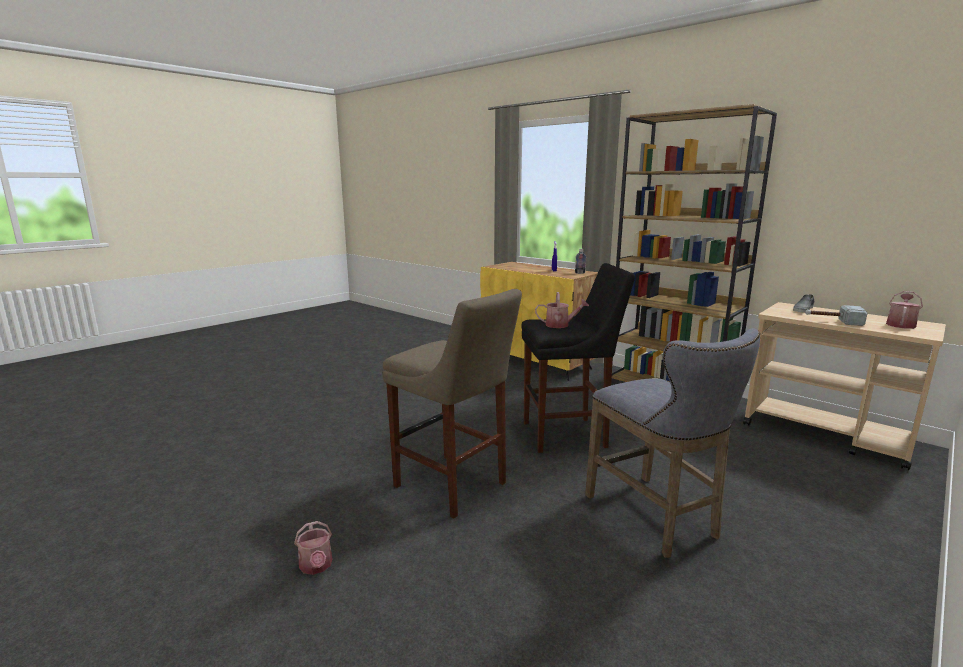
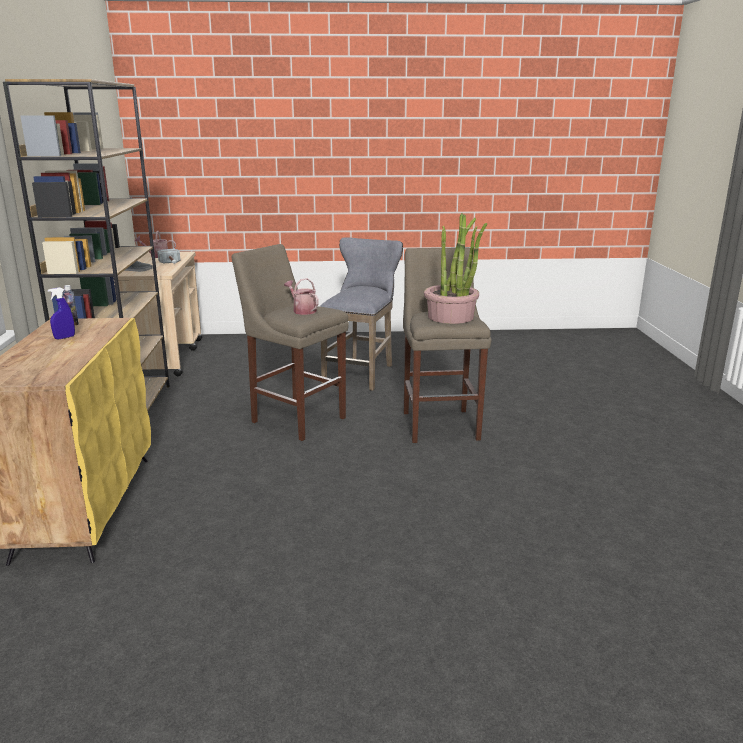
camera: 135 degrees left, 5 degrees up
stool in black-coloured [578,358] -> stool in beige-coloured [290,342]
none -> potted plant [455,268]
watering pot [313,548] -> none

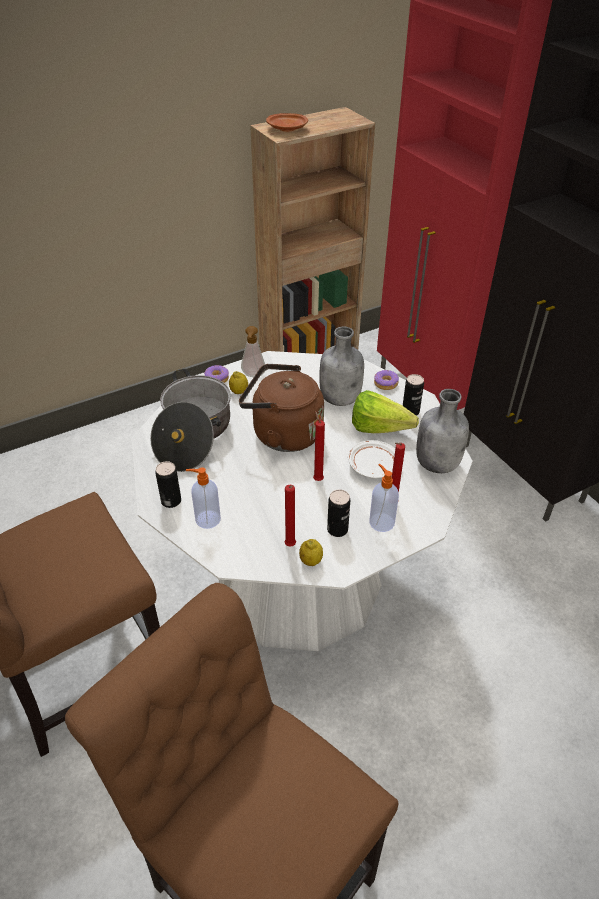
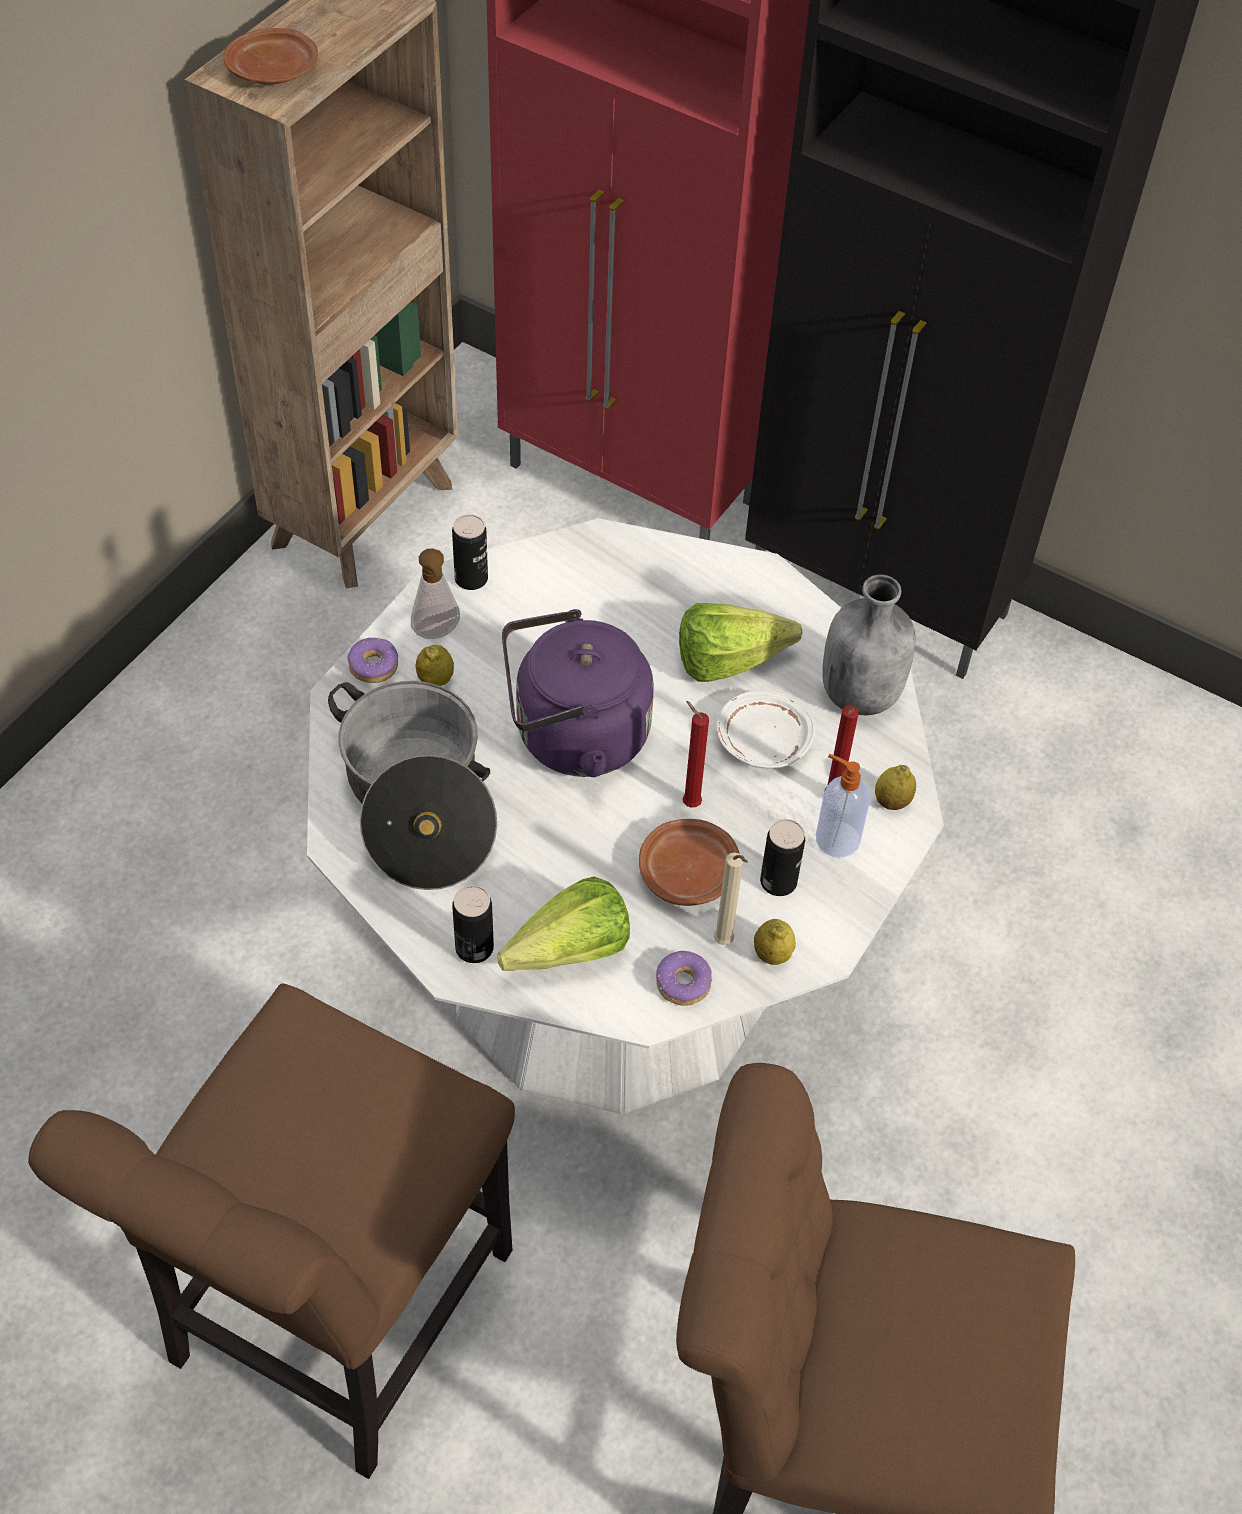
camera: 30 degrees left, 10 degrees up
can [413,395] -> can [470,552], moved
liquid soap bottle [203,498] -> head of lettuce [564,924]
water kettle in brownish [281,408] -> water kettle in purple [578,693]
none -> flat dish in brownish [689,862]
ring doughnut [386,380] -> ring doughnut [684,978], moved
candle in red [290,516] -> candle in beige-coloured [731,898]
none -> whole lemon [895,787]
drink bottle in greyish [341,366] -> none

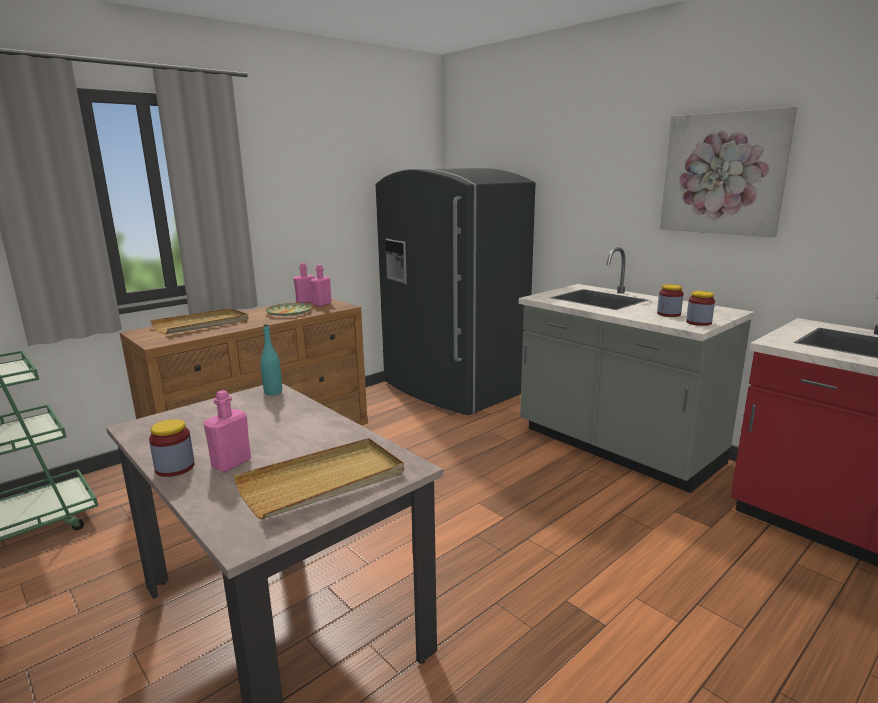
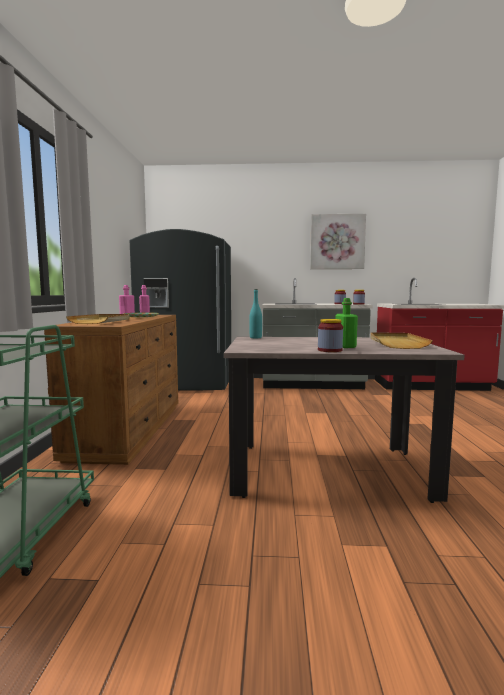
camera: 45 degrees left, 10 degrees down
drink bottle in pink-coloured [227,431] -> drink bottle in green [346,323]

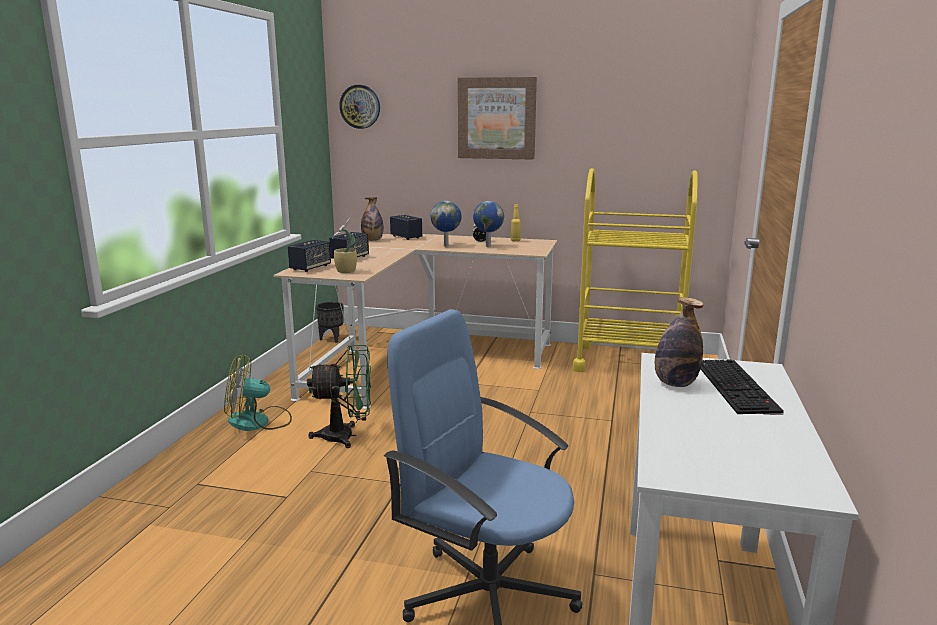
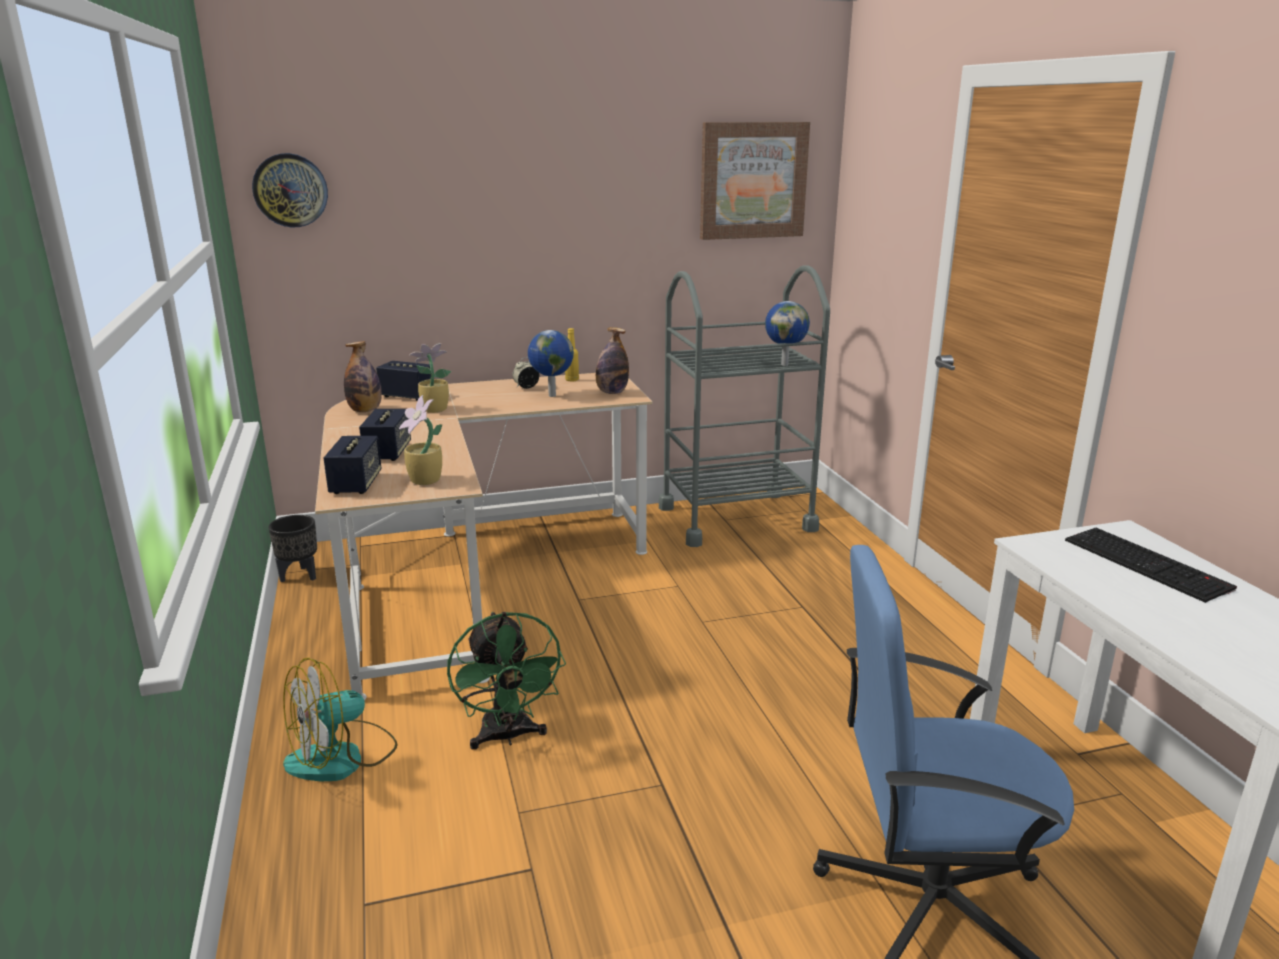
camera: 30 degrees left, 5 degrees up
none -> potted plant [430,378]
electric fan in green [339,396] -> electric fan in green [506,681], 105 degrees clockwise
drink bottle [679,342] -> drink bottle [612,360], moved
wheeled cart in yellow [635,270] -> wheeled cart in greyish [744,406]
wall picture [497,118] -> wall picture [755,181], moved
world globe [446,224] -> world globe [787,333], moved

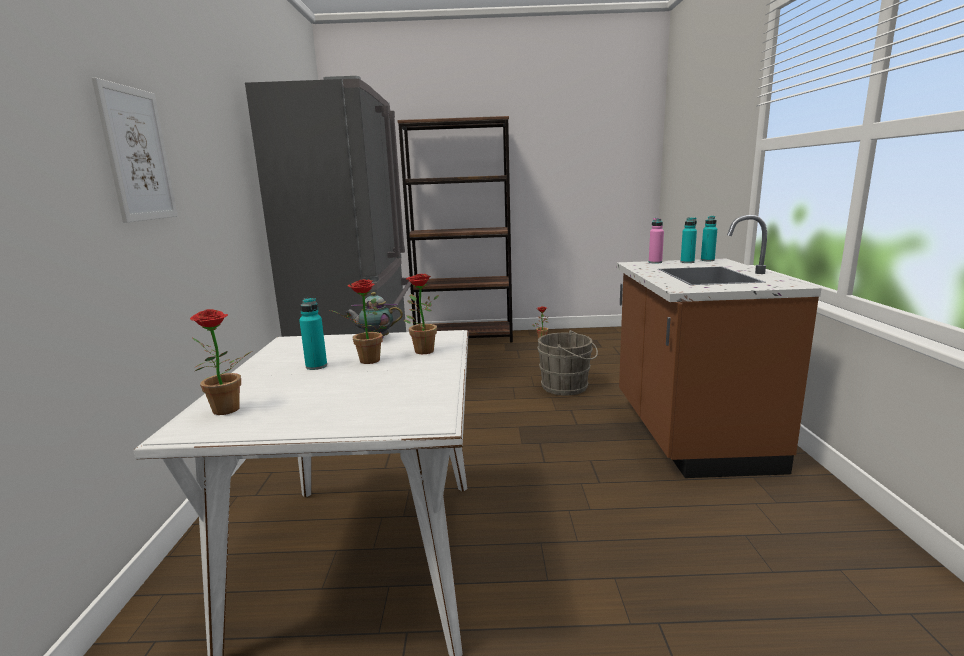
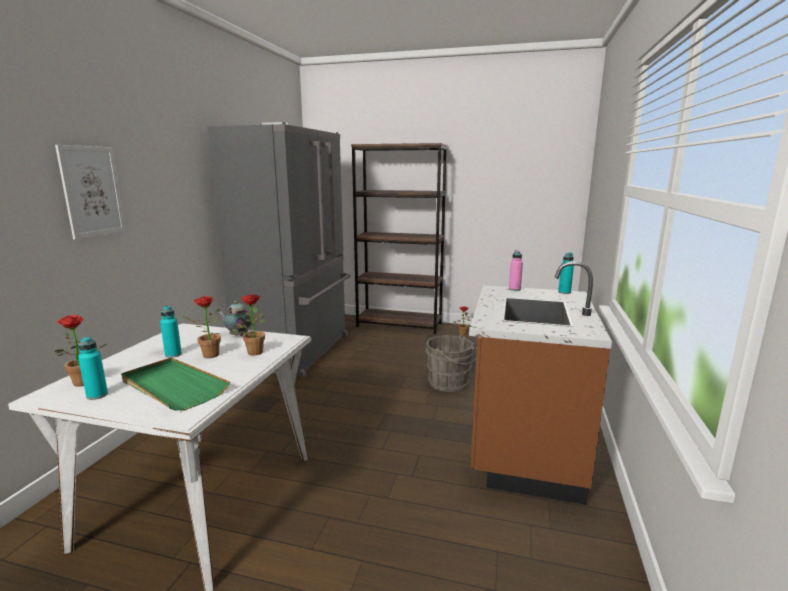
camera: 15 degrees right, 0 degrees up
drink bottle in blue-green [689,240] -> drink bottle in blue-green [93,368], moved
none -> carrying tray in green [175,384]

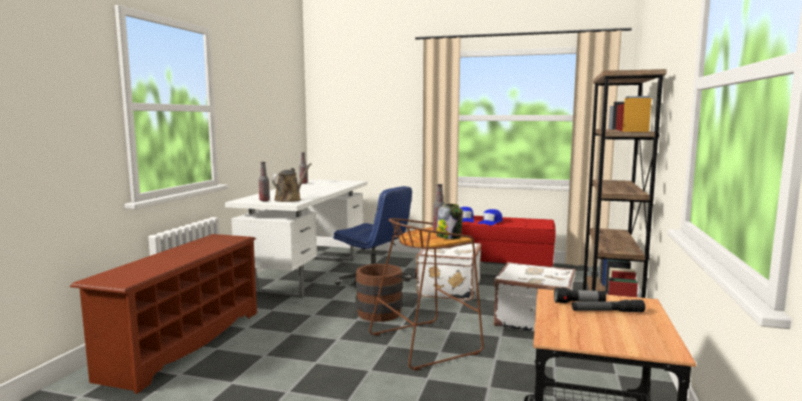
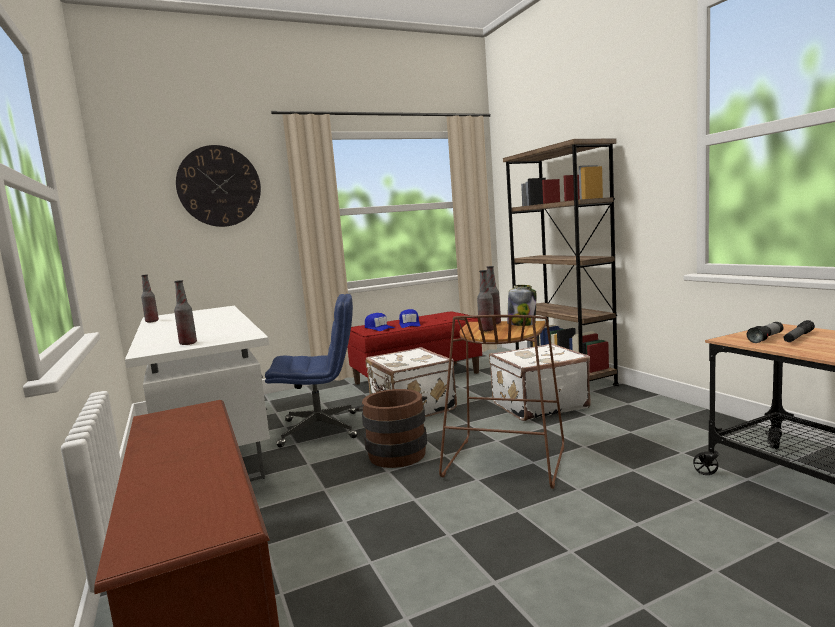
camera: 40 degrees left, 0 degrees up
none -> wall clock [218,186]
none -> drink bottle [485,301]
watering pot in brownish [292,182] -> none

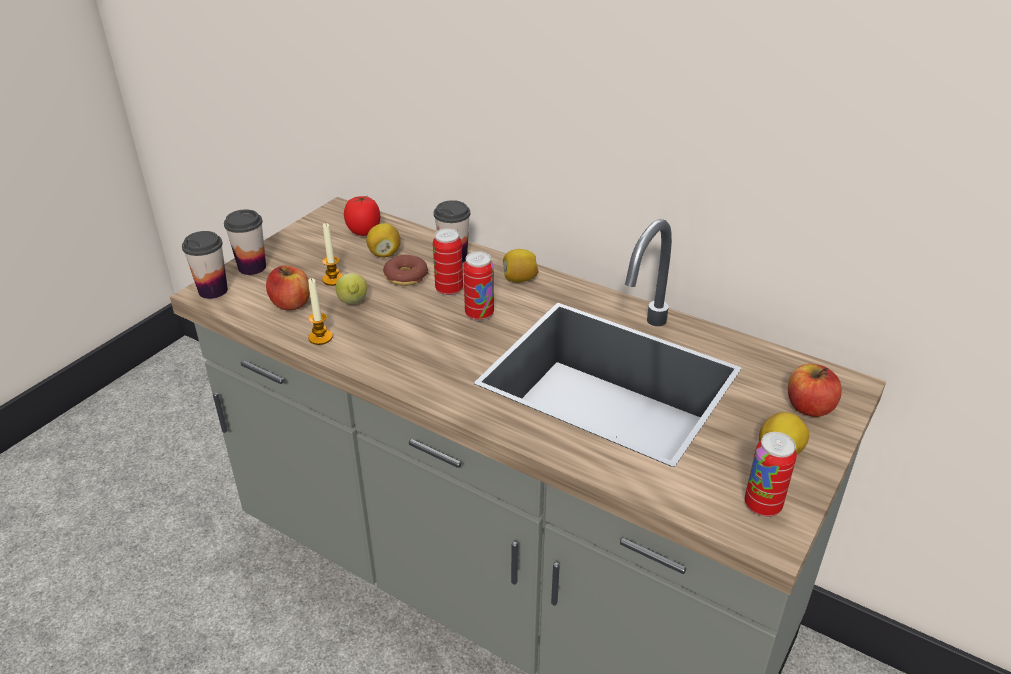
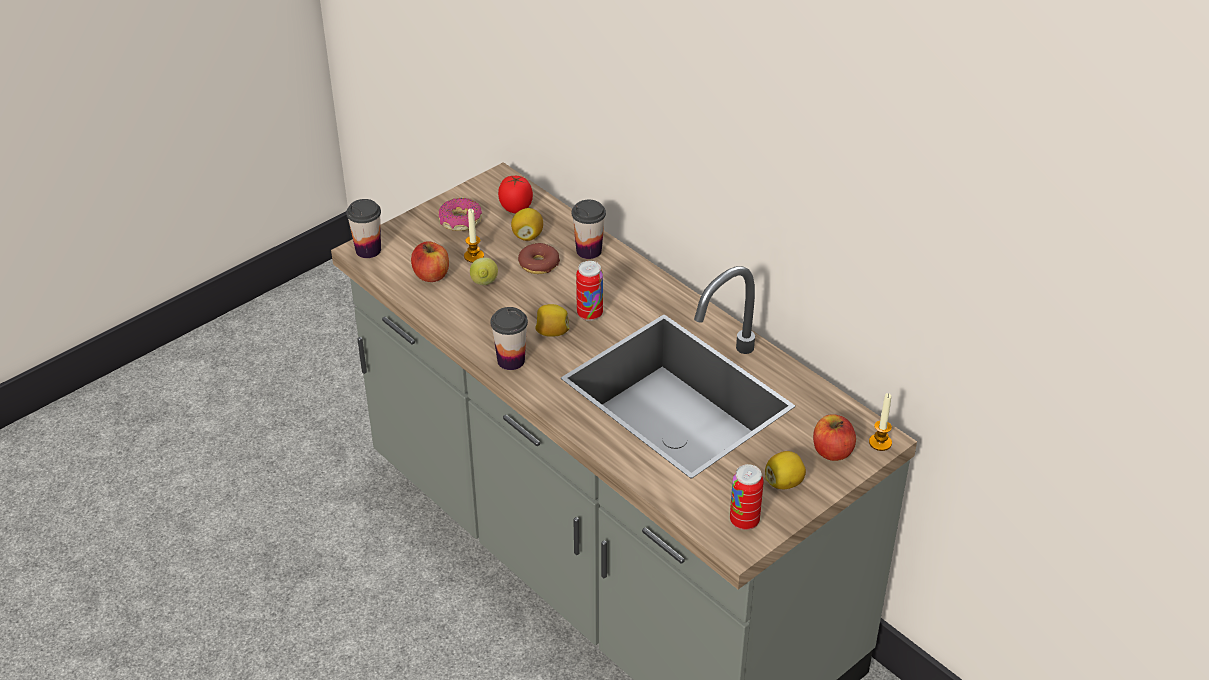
camera: 15 degrees right, 5 degrees up
none -> ring doughnut [460,214]
small cup [245,242] -> small cup [509,338], moved
whole lemon [521,266] -> whole lemon [552,320], moved
candle [320,311] -> candle [880,422], moved
can [448,262] -> none

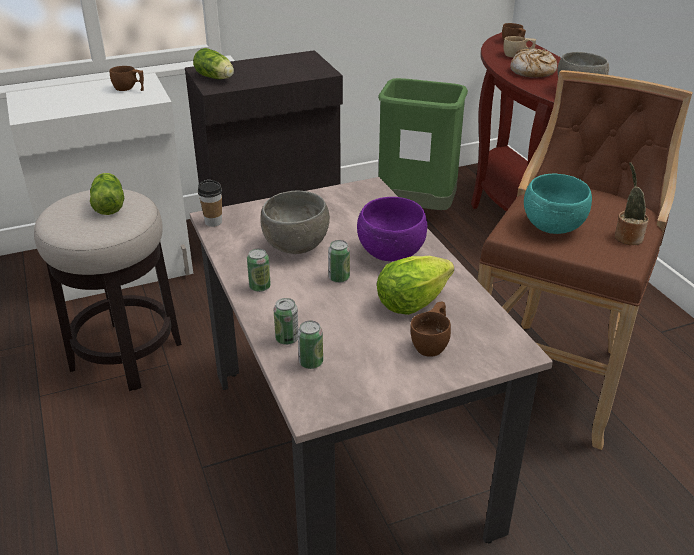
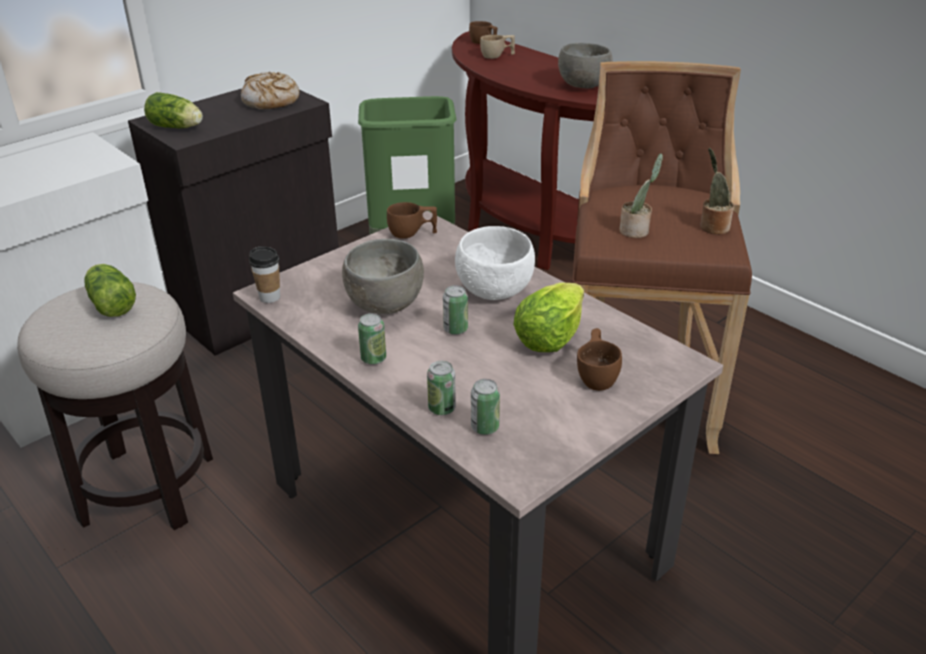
camera: 20 degrees left, 0 degrees up
bakery bread [533,63] -> bakery bread [270,90], moved
small cup in brownish [127,78] -> small cup in brownish [412,220], moved
serving bowl in purple [392,229] -> serving bowl in white [495,263]
serving bowl in blue-green [558,204] -> potted plant [641,196]

